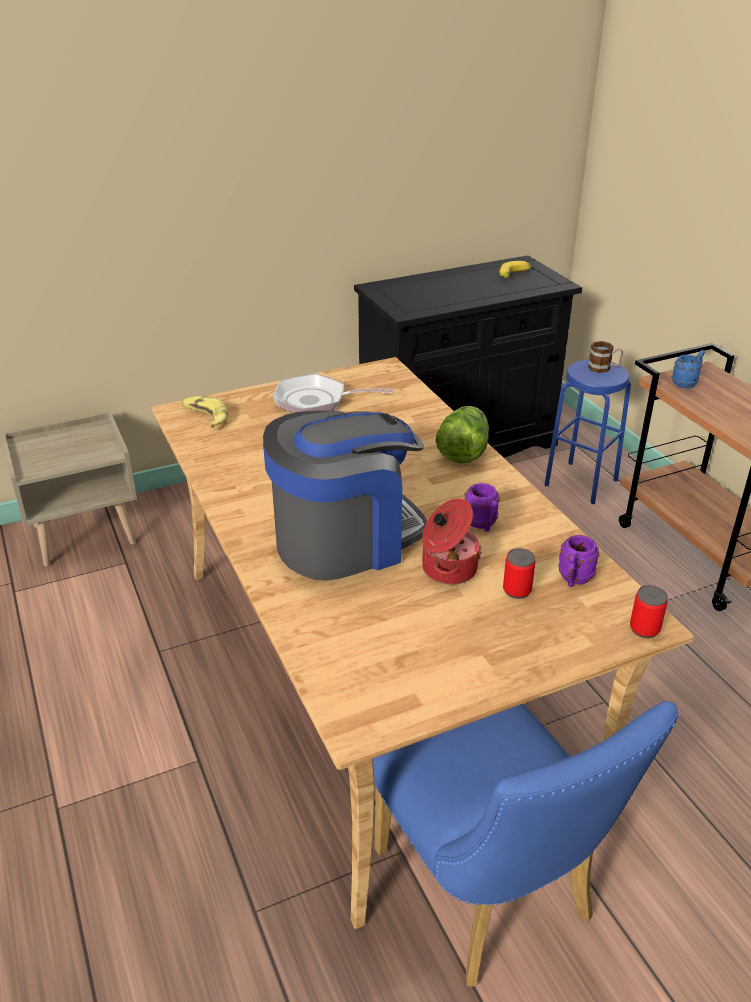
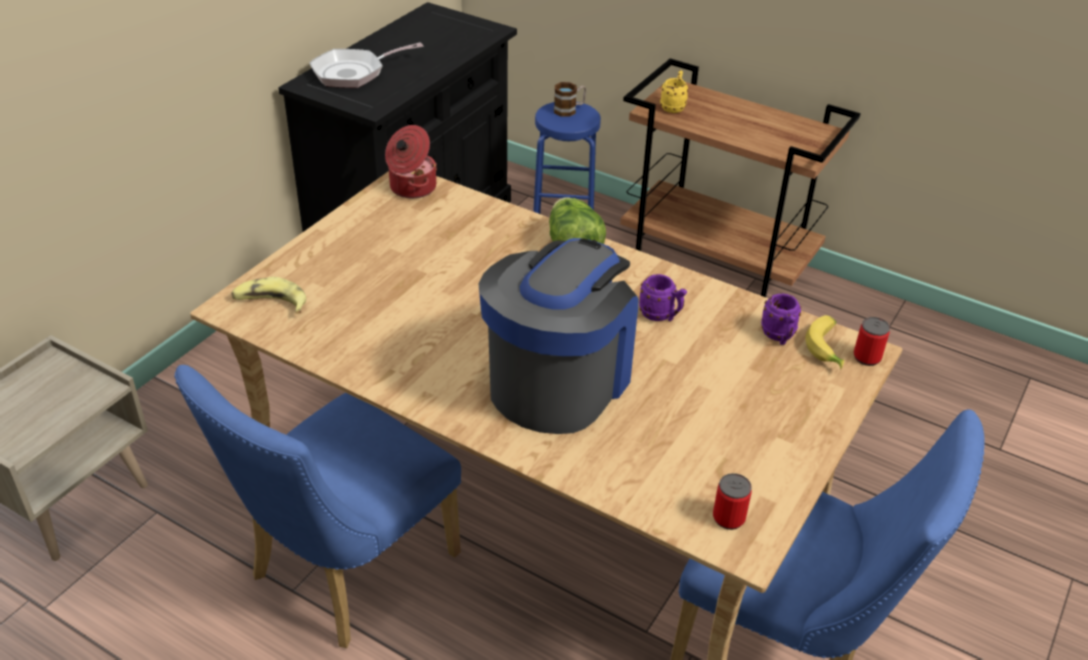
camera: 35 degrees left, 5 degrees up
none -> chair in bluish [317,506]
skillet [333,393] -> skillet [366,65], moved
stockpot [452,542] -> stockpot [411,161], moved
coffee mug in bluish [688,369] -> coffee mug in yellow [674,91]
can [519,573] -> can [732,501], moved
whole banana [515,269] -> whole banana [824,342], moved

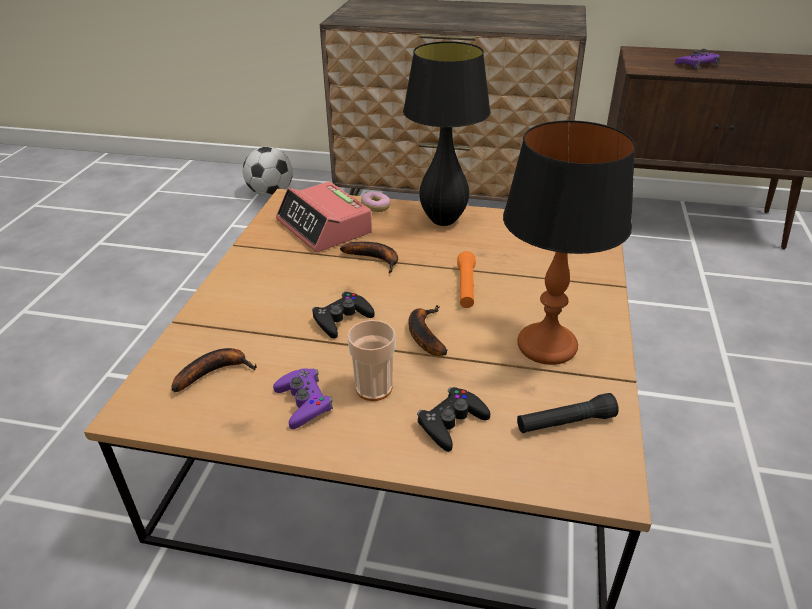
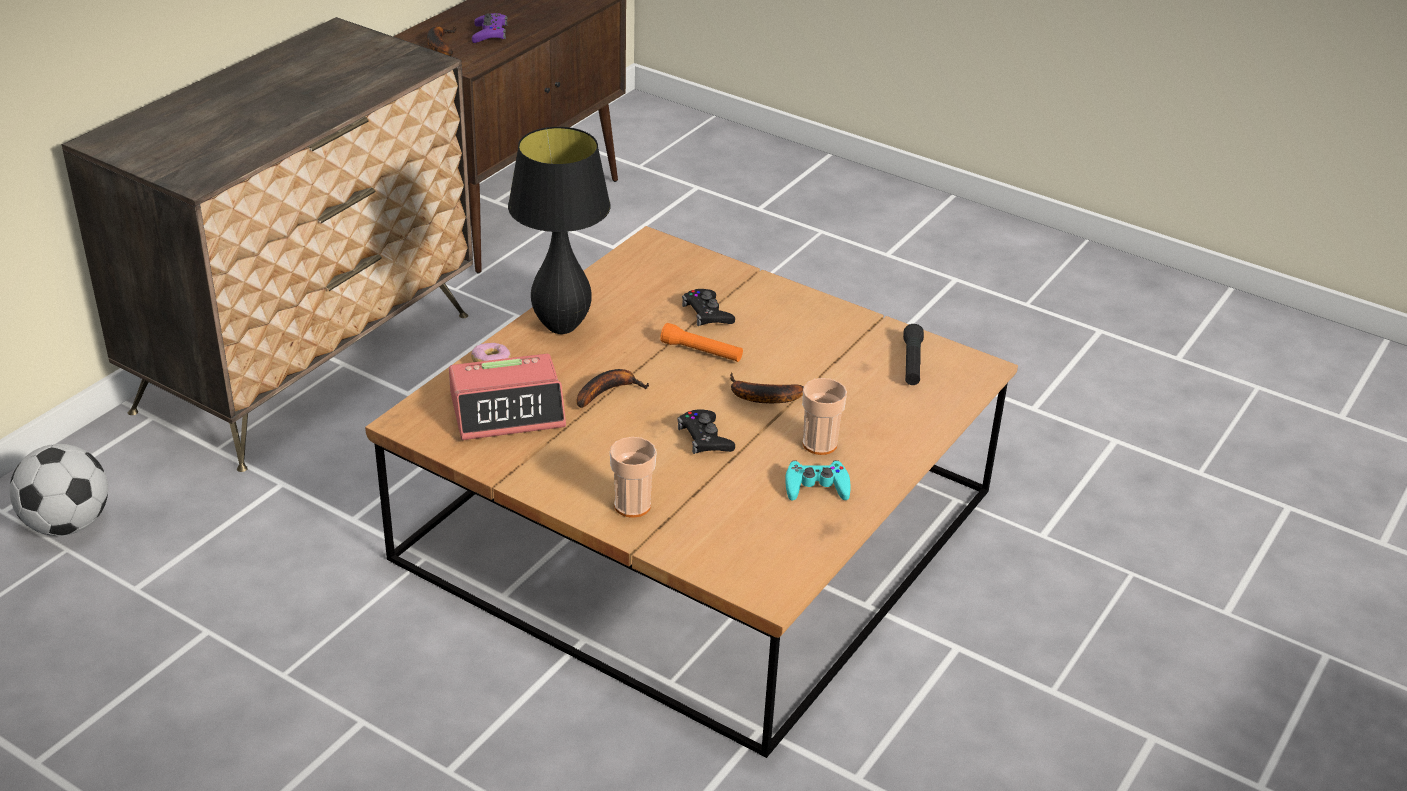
camera: 70 degrees left, 0 degrees up
whole banana [214,370] -> whole banana [442,41], moved
none -> small cup [633,477]
game controller in black-coloured [453,419] -> game controller in black-coloured [708,307], moved
game controller in purple [303,398] -> game controller in blue-green [817,480]
table lamp [569,242] -> none

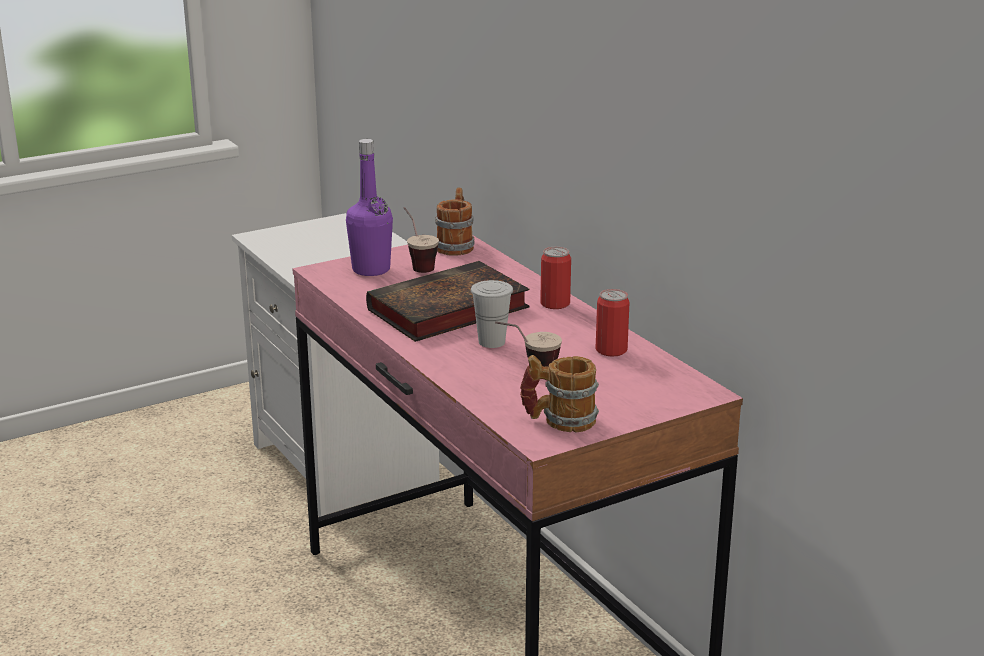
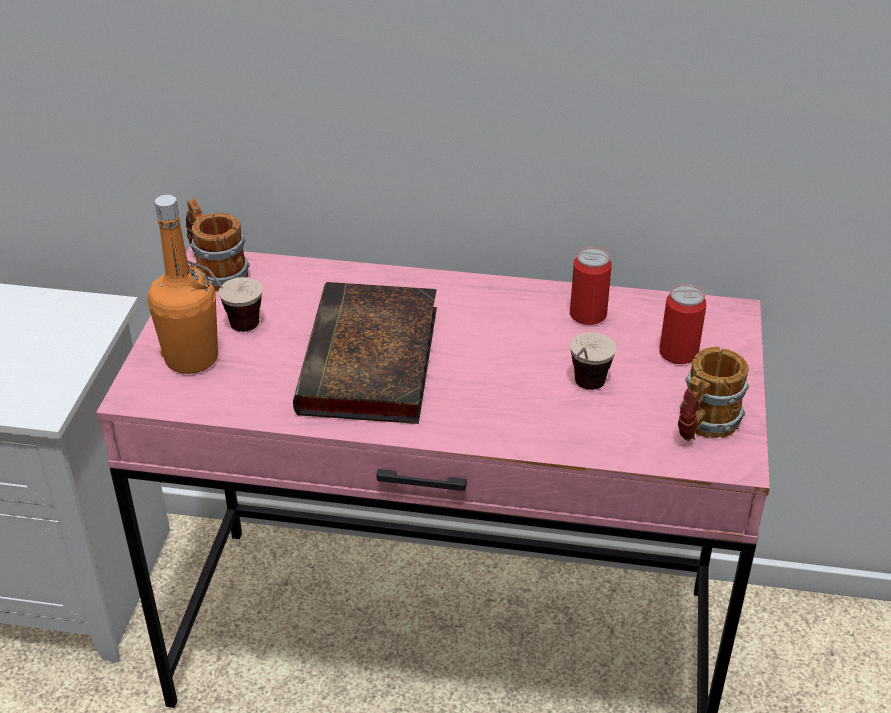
camera: 50 degrees left, 15 degrees up
drink bottle in purple [369,207] -> drink bottle in orange [182,284]
can [555,278] -> can [682,324], moved
small cup in white [492,314] -> none

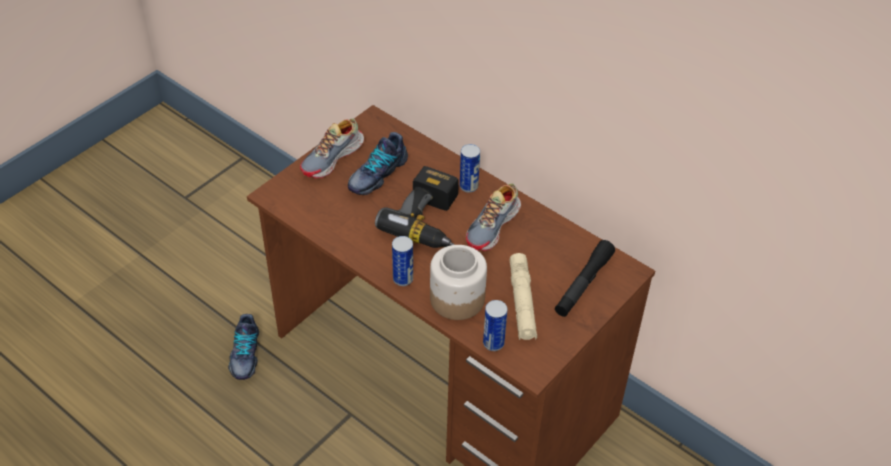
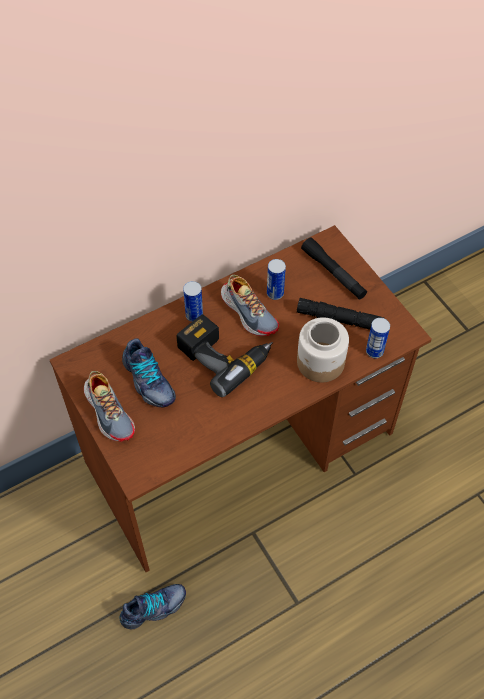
camera: 70 degrees left, 10 degrees up
shoe [243,347] -> shoe [152,607], 45 degrees counterclockwise
can [402,261] -> can [276,279], moved
hand torch in beige-coloured [523,296] -> hand torch in black-coloured [340,314]

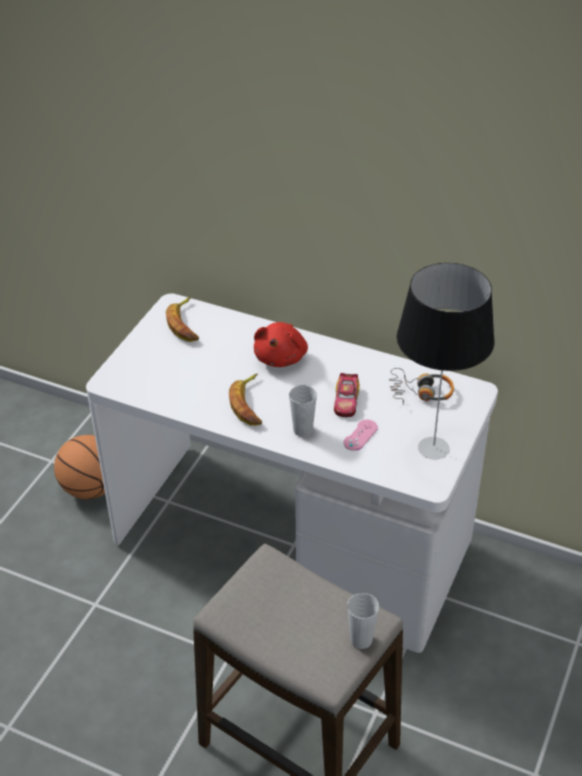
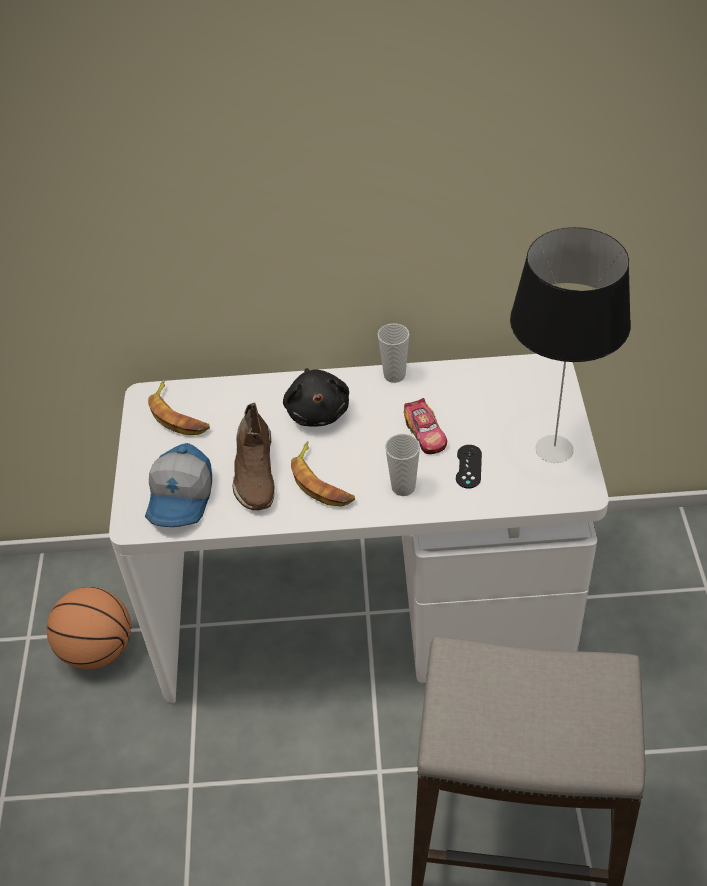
camera: 25 degrees left, 5 degrees up
none -> peaked cap [178,485]
none -> shoe in brownish [253,456]
cuddly toy in red [281,344] -> cuddly toy in black-coloured [316,397]
small cup [363,621] -> small cup [393,353], moved
game controller in pink-coloured [361,435] -> game controller in black-coloured [469,467]
headphones [421,386] -> none

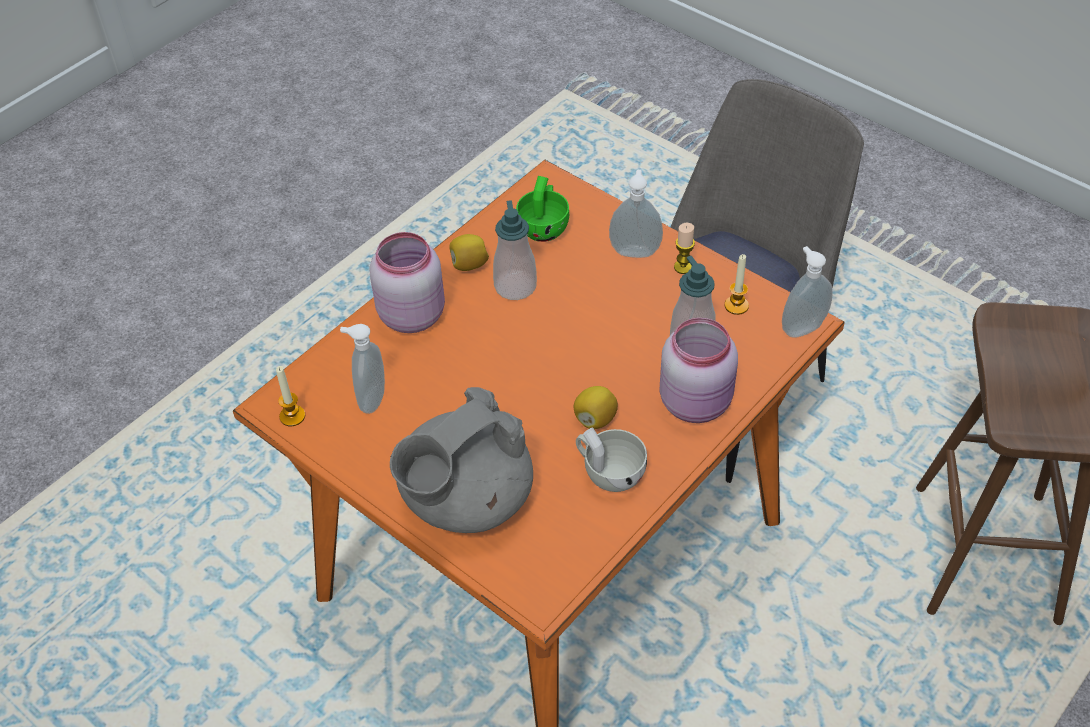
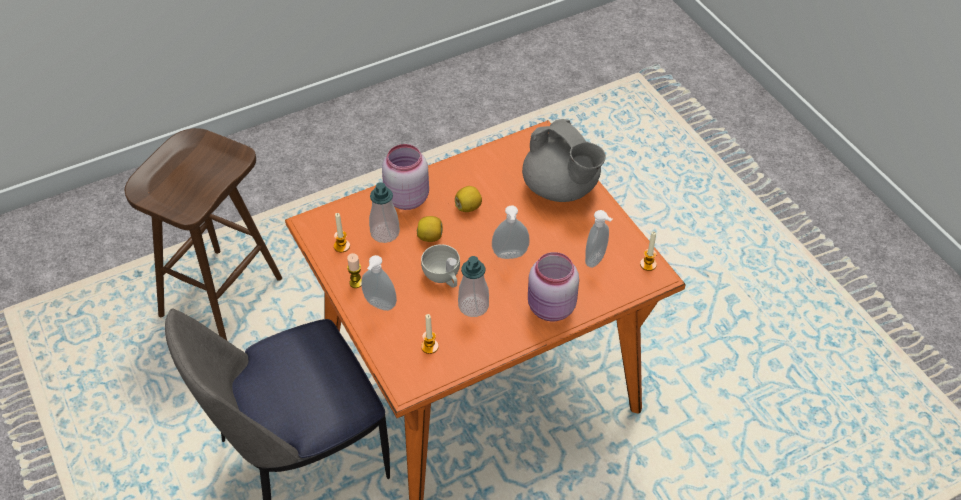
camera: 160 degrees left, 0 degrees up
whole lemon [469,252] -> whole lemon [430,229], moved
small cup in white [611,459] -> small cup in white [440,266], moved
small cup in green [542,209] -> candle [430,334]
liquid soap bottle [807,292] -> liquid soap bottle [511,232], moved
tea pot in greyish [461,460] -> tea pot in greyish [564,160], 75 degrees clockwise

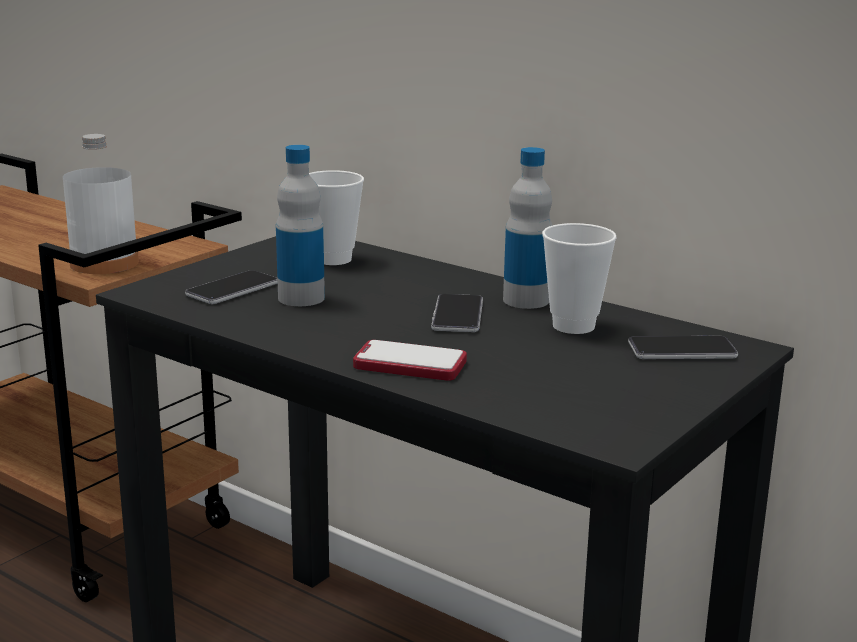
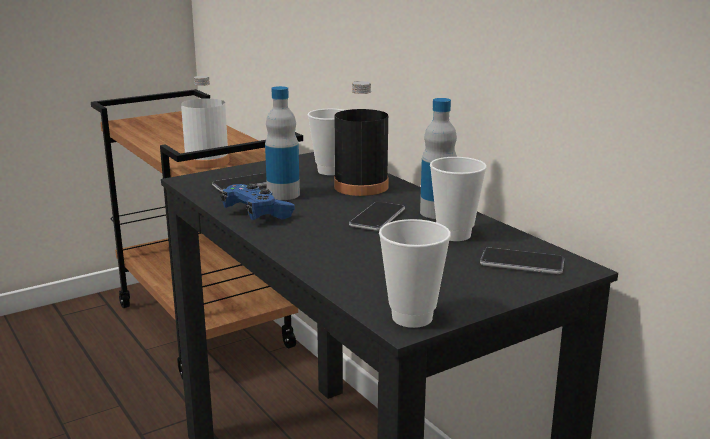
camera: 20 degrees right, 0 degrees up
none -> game controller in bluish [258,201]
none -> drink bottle in black-coloured [361,138]
none -> small cup [415,273]
telephone [410,360] -> none

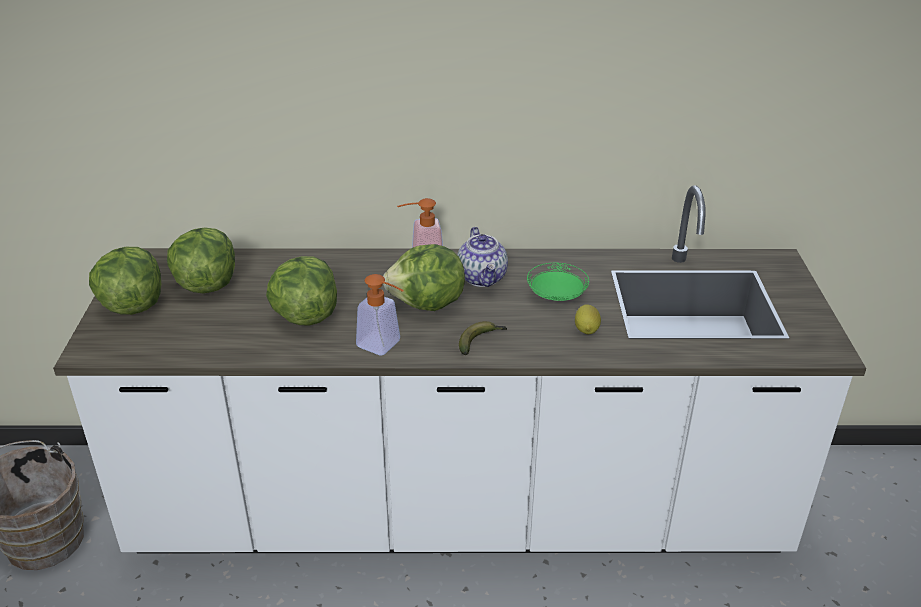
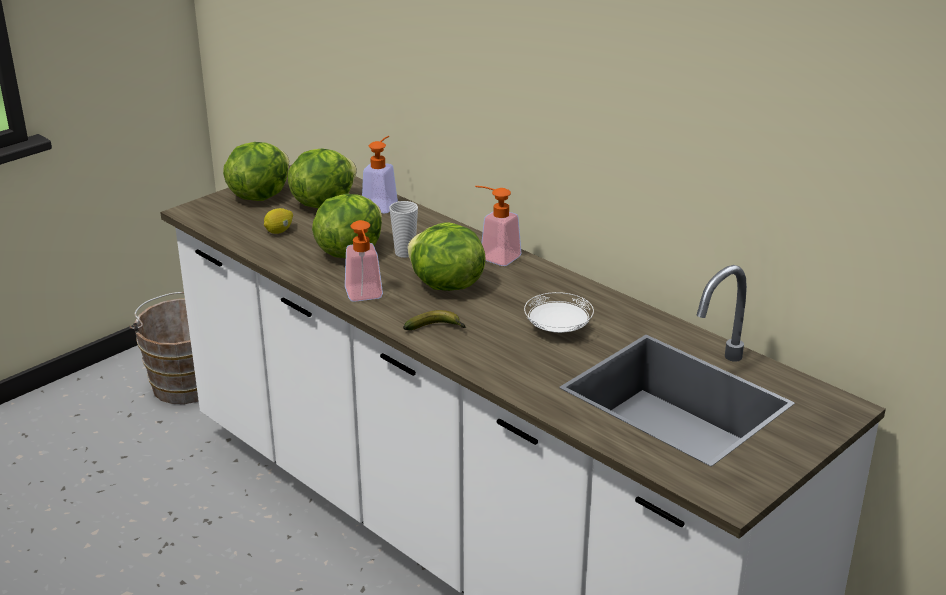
camera: 45 degrees right, 5 degrees down
whole lemon [588,319] -> whole lemon [278,221], moved
none -> liquid soap bottle [380,174]
none -> small cup [403,229]
flat dish in green [558,282] -> flat dish in white [559,312]
tea pot [482,257] -> none

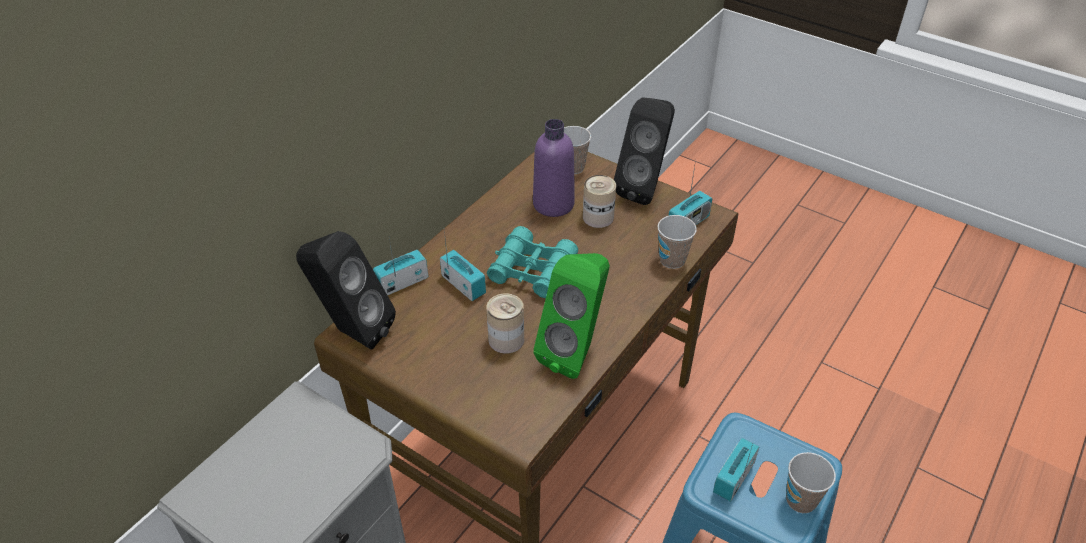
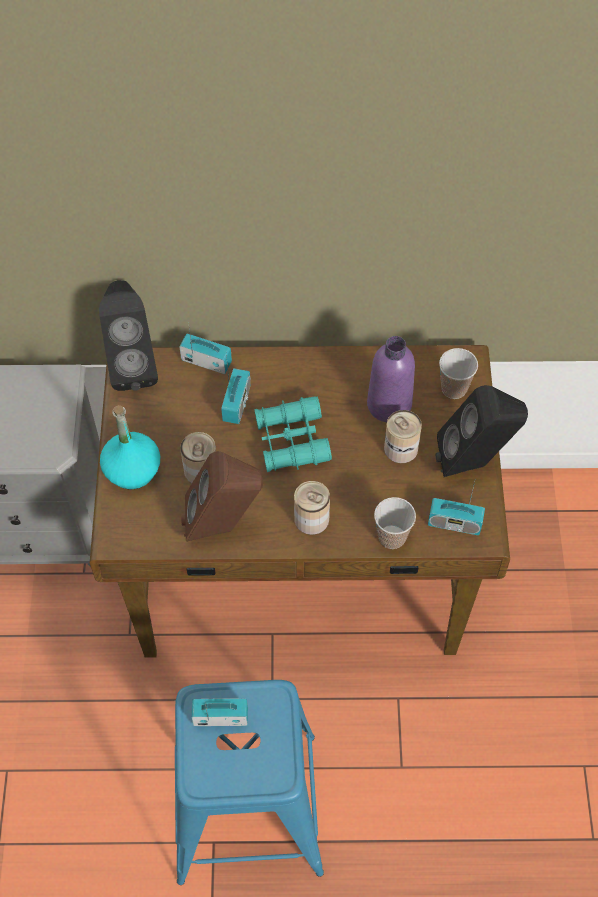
camera: 55 degrees right, 15 degrees up
none -> drink bottle in blue-green [130,447]
speaker in green [572,316] -> speaker in brownish [222,496]
none -> can [312,508]
small cup [811,482] -> none

